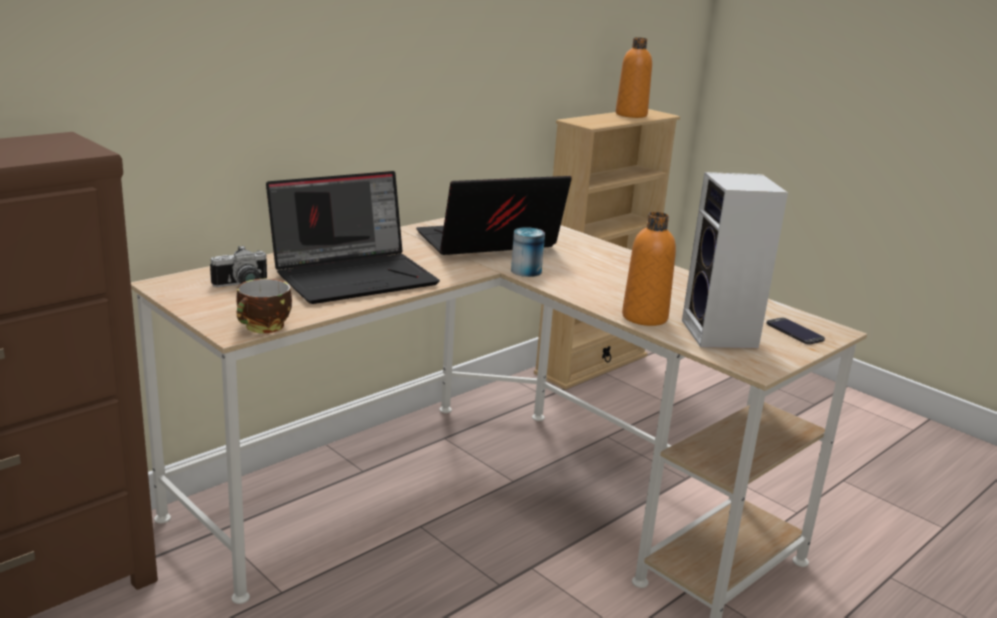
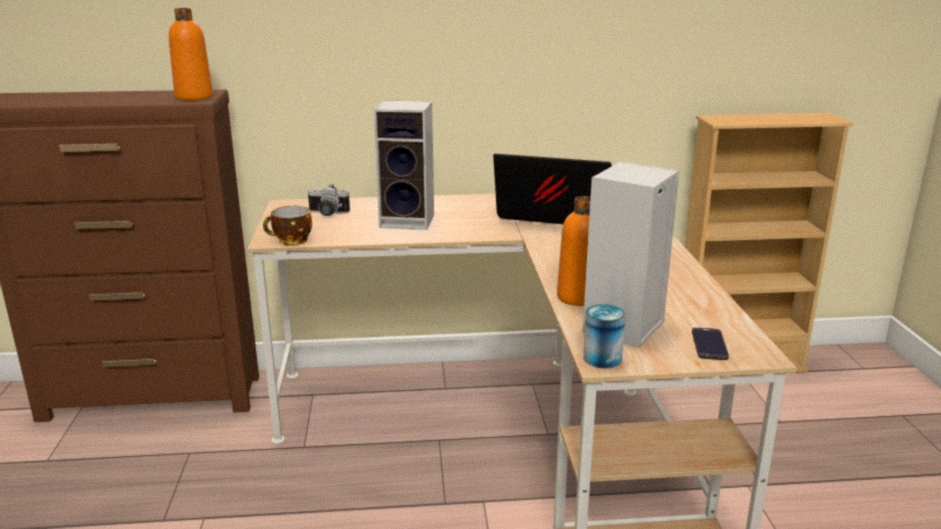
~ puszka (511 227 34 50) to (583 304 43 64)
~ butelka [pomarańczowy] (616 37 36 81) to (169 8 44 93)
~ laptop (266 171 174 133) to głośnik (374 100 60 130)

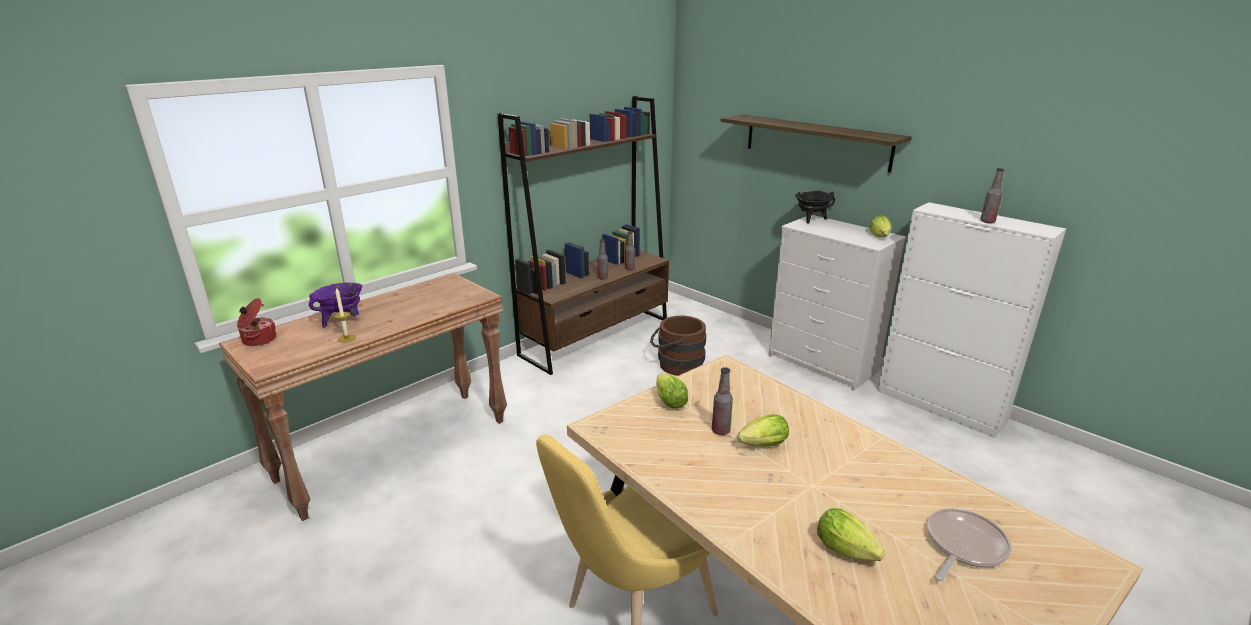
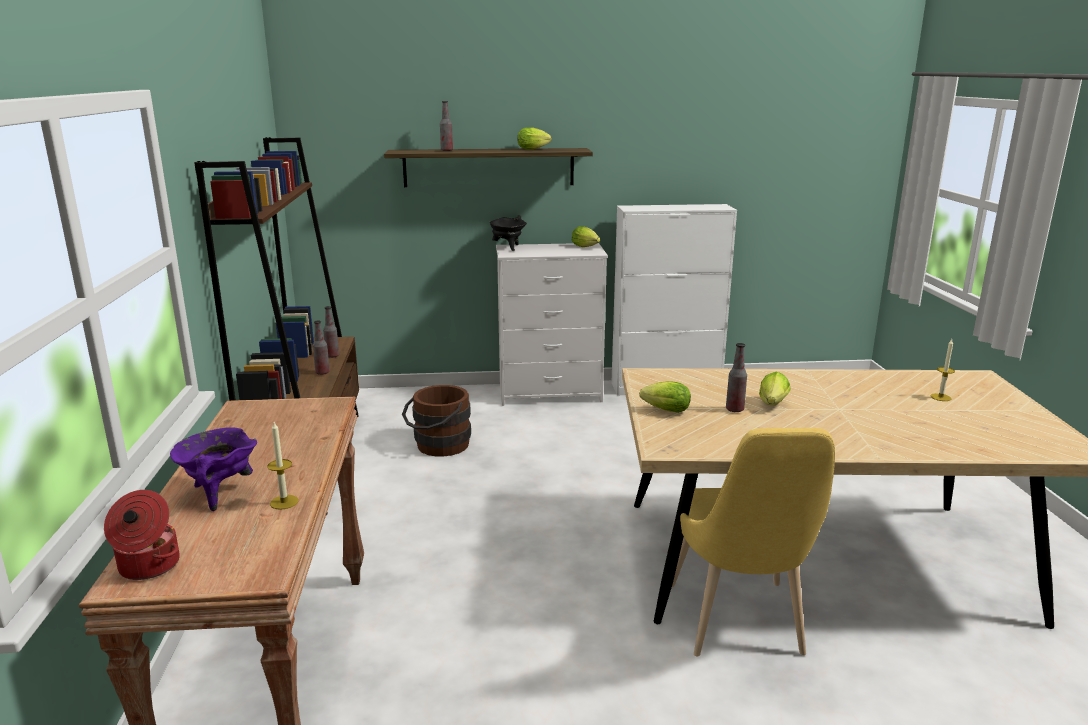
~ sałata (817 509 68 52) to (517 127 35 22)
~ butelka (980 168 24 55) to (440 101 13 50)
~ patelnia (927 508 84 73) to świeca (930 339 25 62)

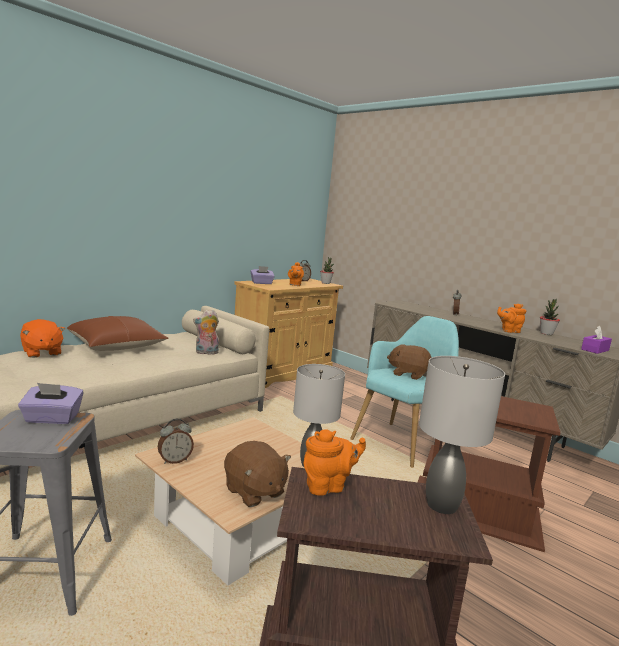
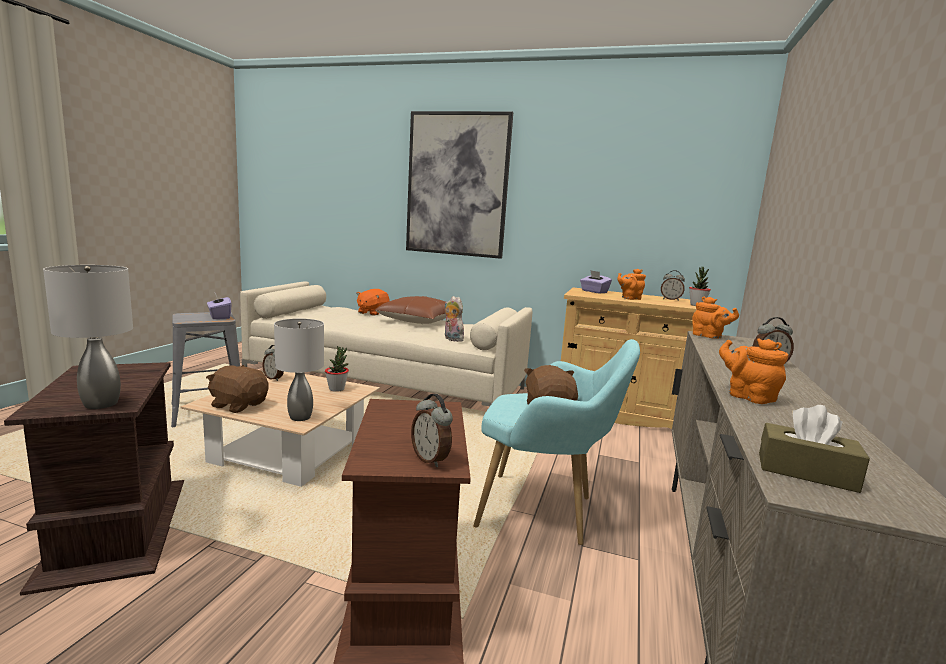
+ obraz (406 111 107 148)
+ budzik (411 394 42 73)
~ imbryk [pomarańczowy] (304 429 62 67) to (692 297 47 42)
~ roślina doniczkowa (540 299 20 36) to (325 346 24 46)
~ pudełko chusteczek [fioletowy] (581 326 31 28) to pudełko chusteczek [brązowy] (759 405 111 88)
~ pluszak [brązowy] (224 441 67 66) = (206 365 63 48) 90 degrees clockwise

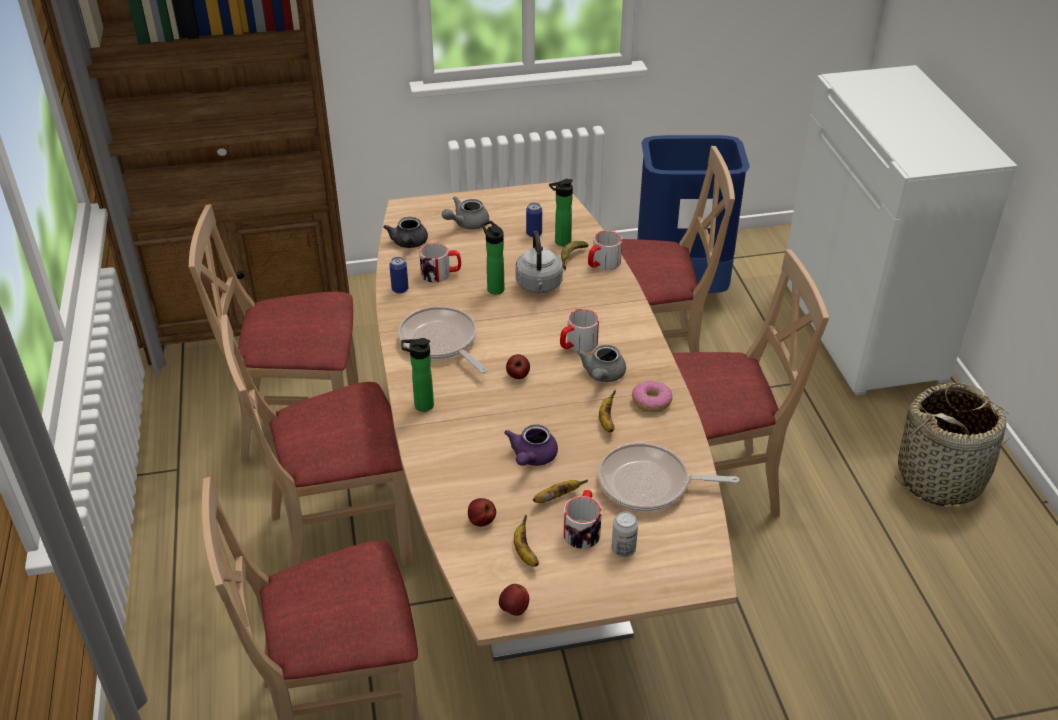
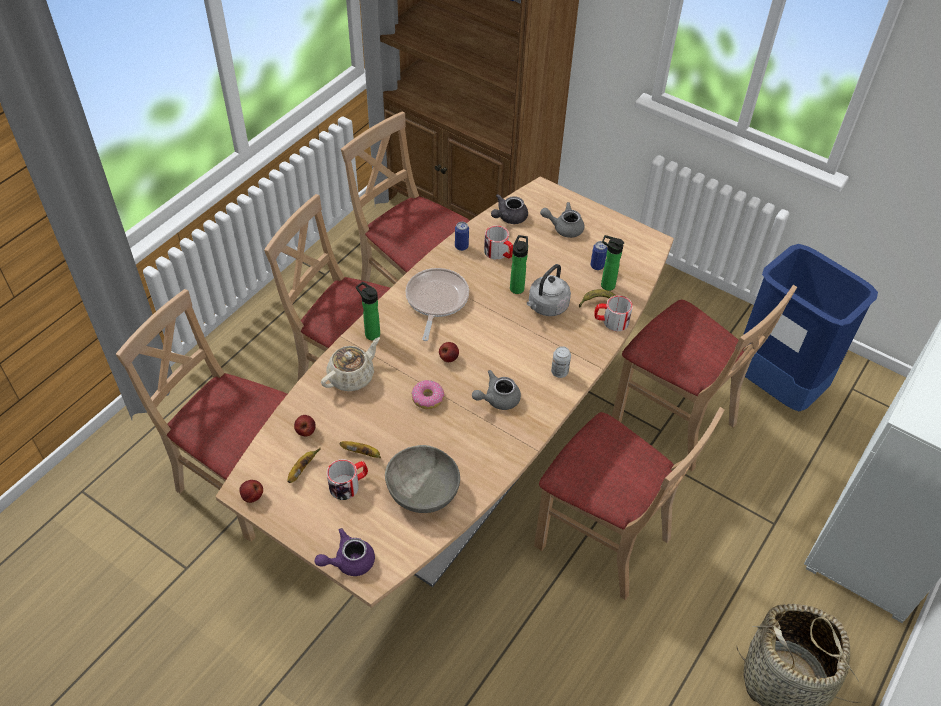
- kubek (560 309 39 43)
- banan (599 390 17 42)
+ imbryk [beżowy] (321 337 59 54)
~ imbryk [fioletowy] (504 424 54 42) to (315 528 60 48)
~ puszka (612 511 26 46) to (551 346 20 32)
~ donut (632 381 41 31) to (411 380 33 29)
~ patelnia (598 443 141 68) to miska [szary] (385 445 75 68)

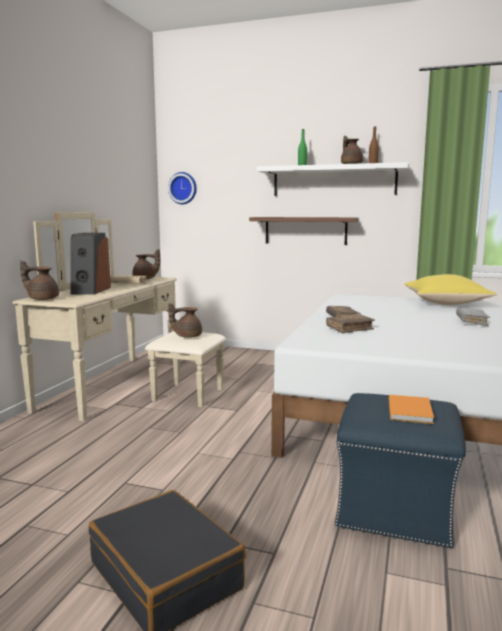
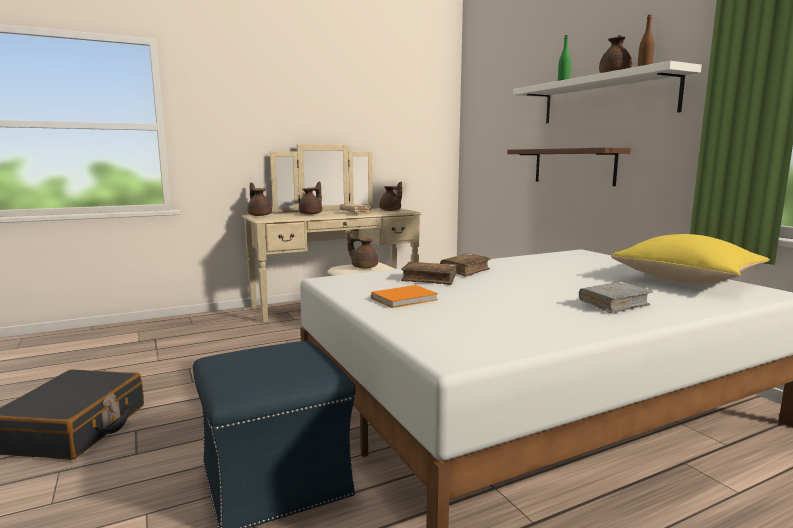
- zegar ścienny (168 172 29 32)
~ książka [pomarańczowy] (389 395 45 29) to (371 285 67 23)
~ głośnik (70 233 41 62) to imbryk [brązowy] (299 182 23 32)

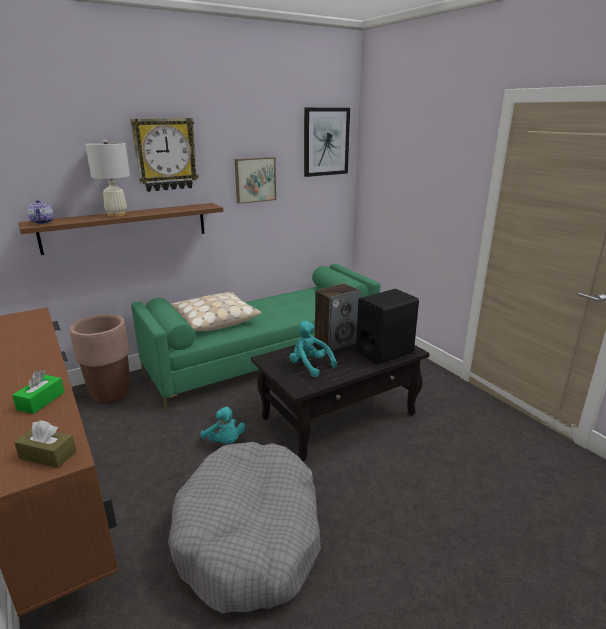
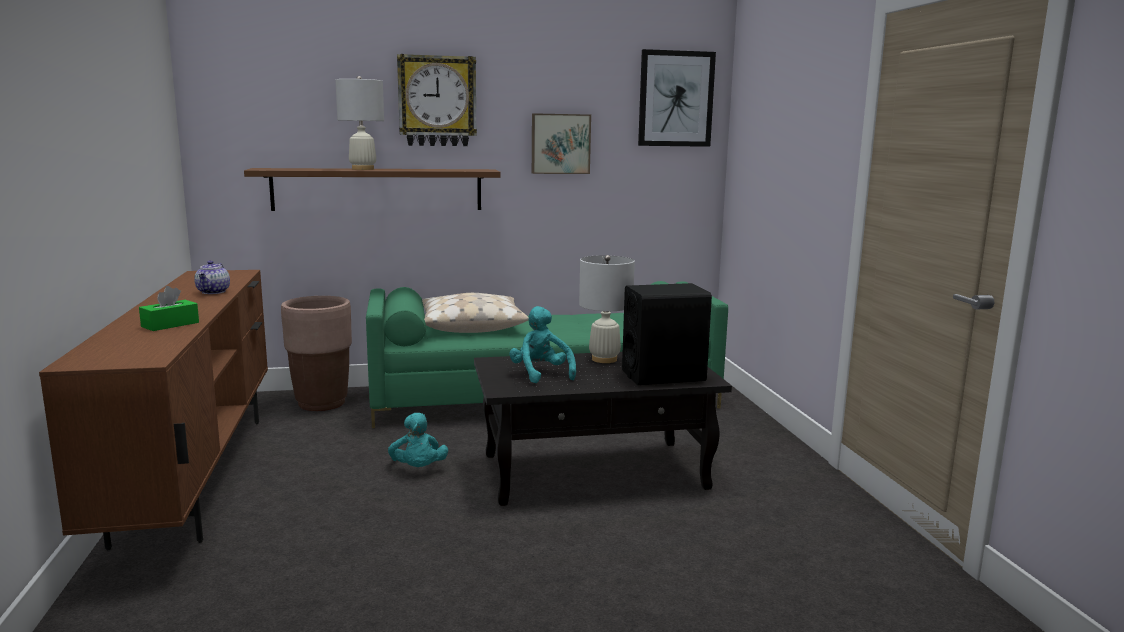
- pudełko chusteczek [brązowy] (14 420 62 48)
- legowisko [szary] (168 442 153 171)
~ imbryk (27 200 27 24) to (194 261 36 33)
~ głośnik (315 284 46 67) to lampa stołowa [biały] (579 255 56 108)

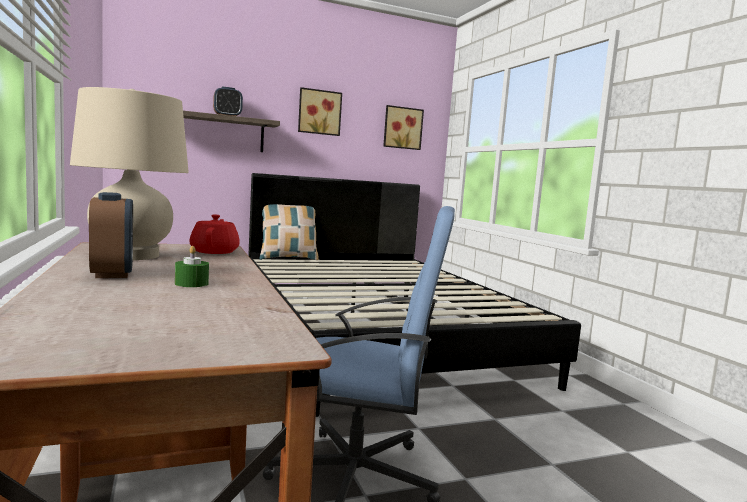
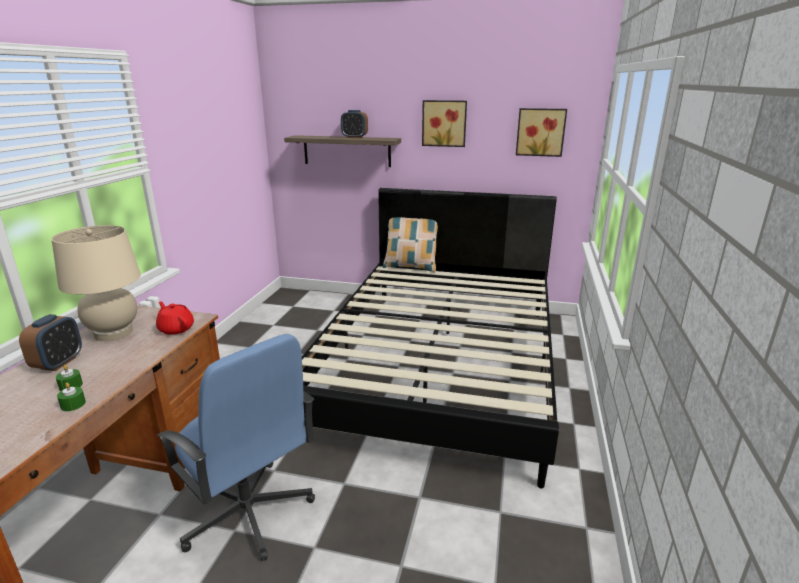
+ świeca [zielony] (57 383 29 28)
~ imbryk [czerwony] (190 215 50 39) = (156 301 38 34) 75 degrees counterclockwise

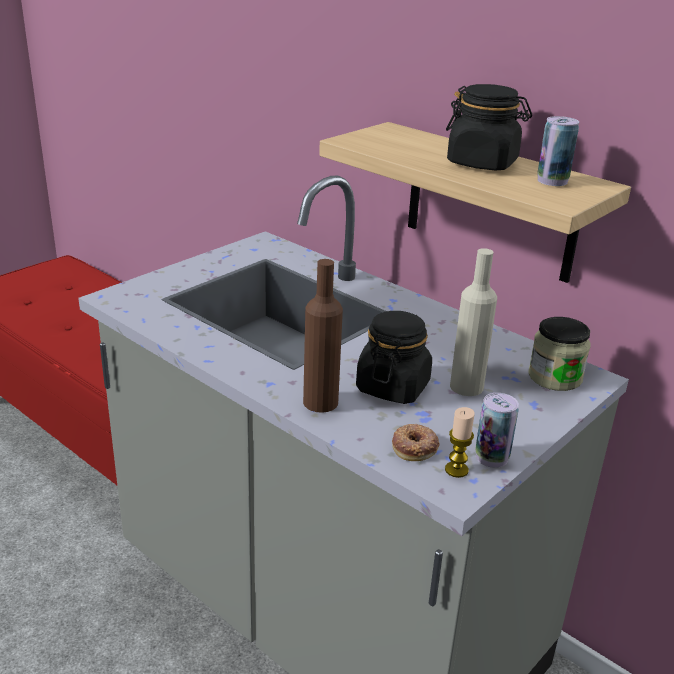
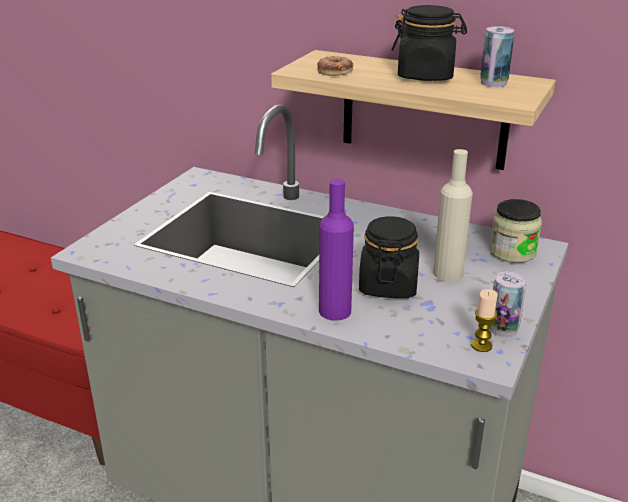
~ donut (392 424 48 37) to (317 56 36 20)
~ butelka [brązowy] (303 259 40 154) to butelka [fioletowy] (319 179 35 142)

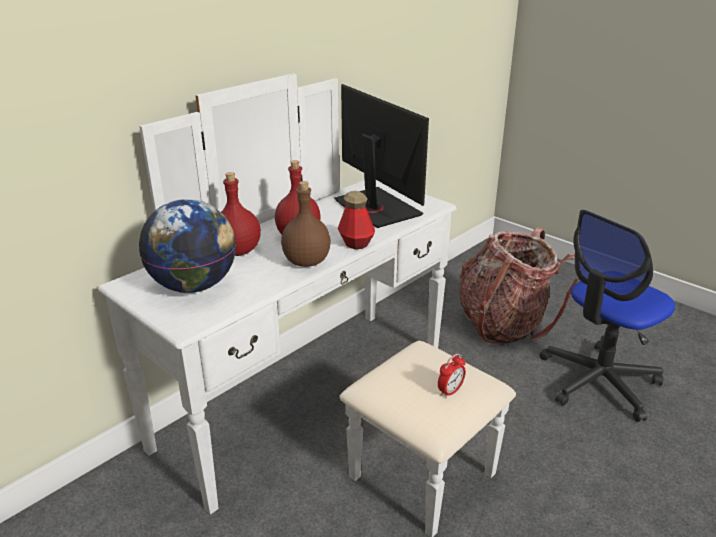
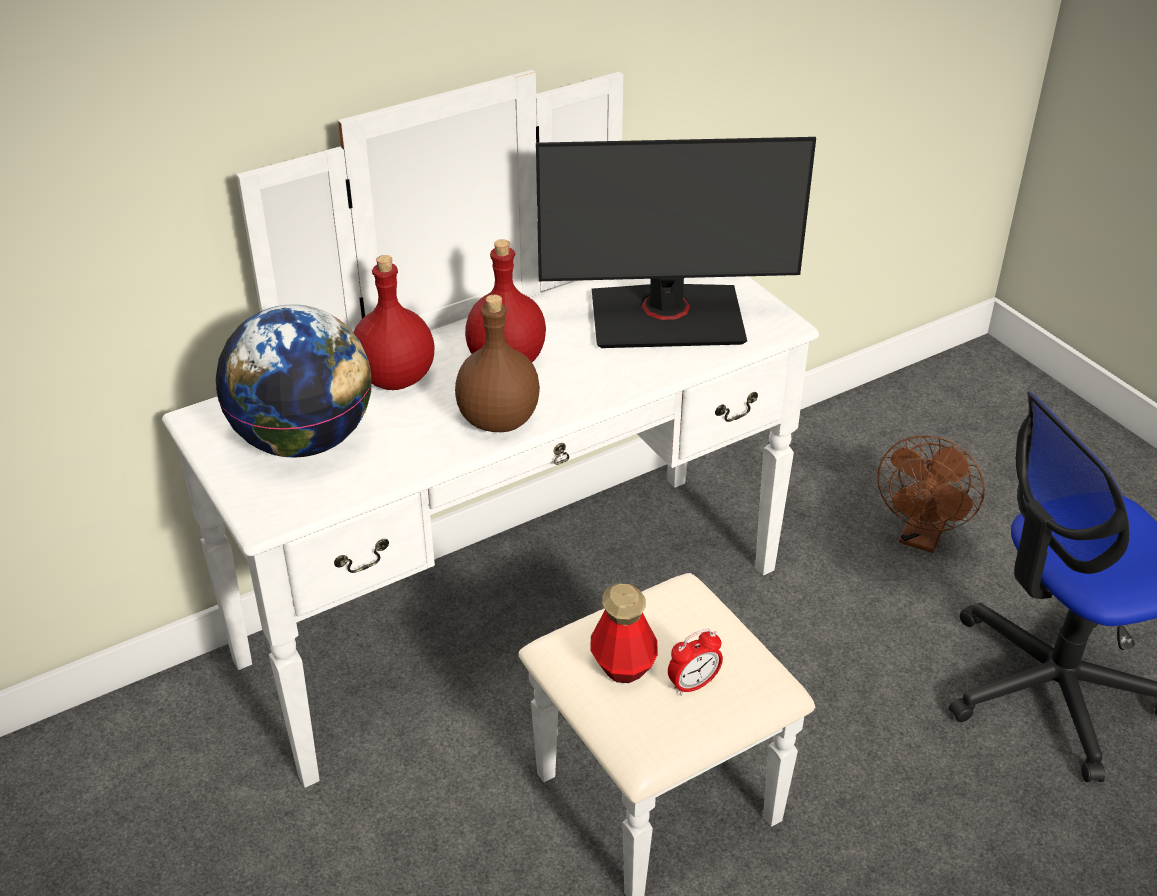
~ butelka (338 191 37 58) to (590 583 68 100)
~ plecak (459 227 119 119) to wentylator [brązowy] (877 435 108 118)
~ monitor (334 84 95 144) = (536 137 280 211) 105 degrees clockwise

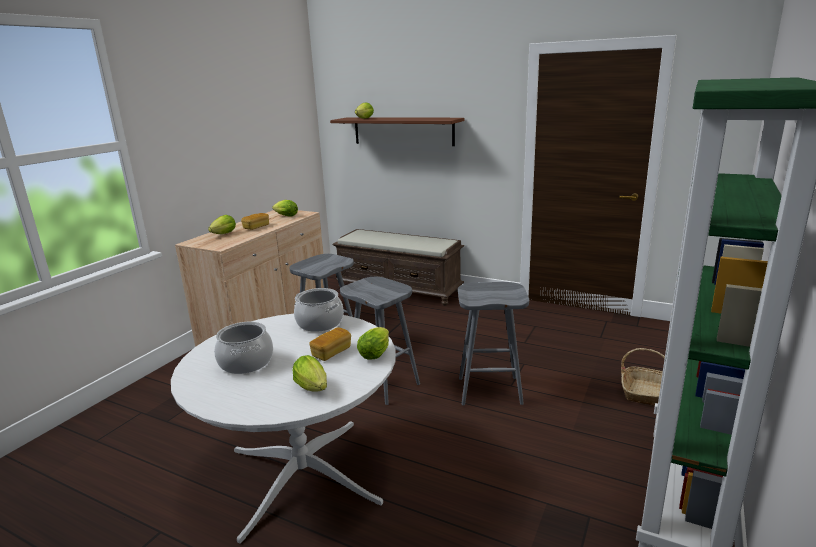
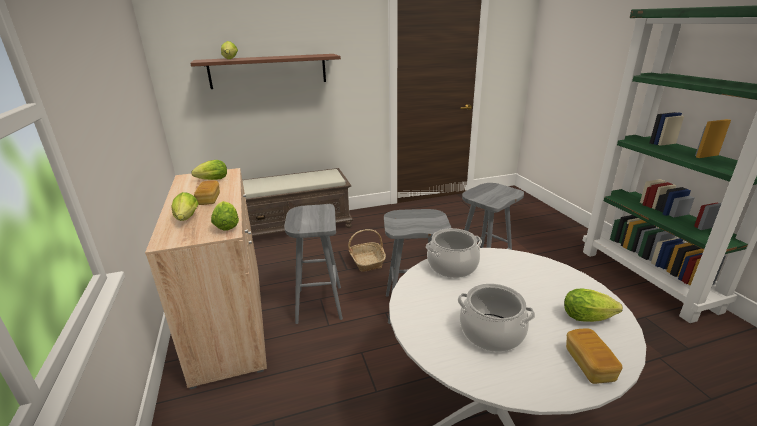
~ chleb (309 327 42 34) to (566 328 57 56)
~ sałata (357 327 32 32) to (211 201 28 29)
~ koszyk (621 348 44 58) to (348 229 38 43)

